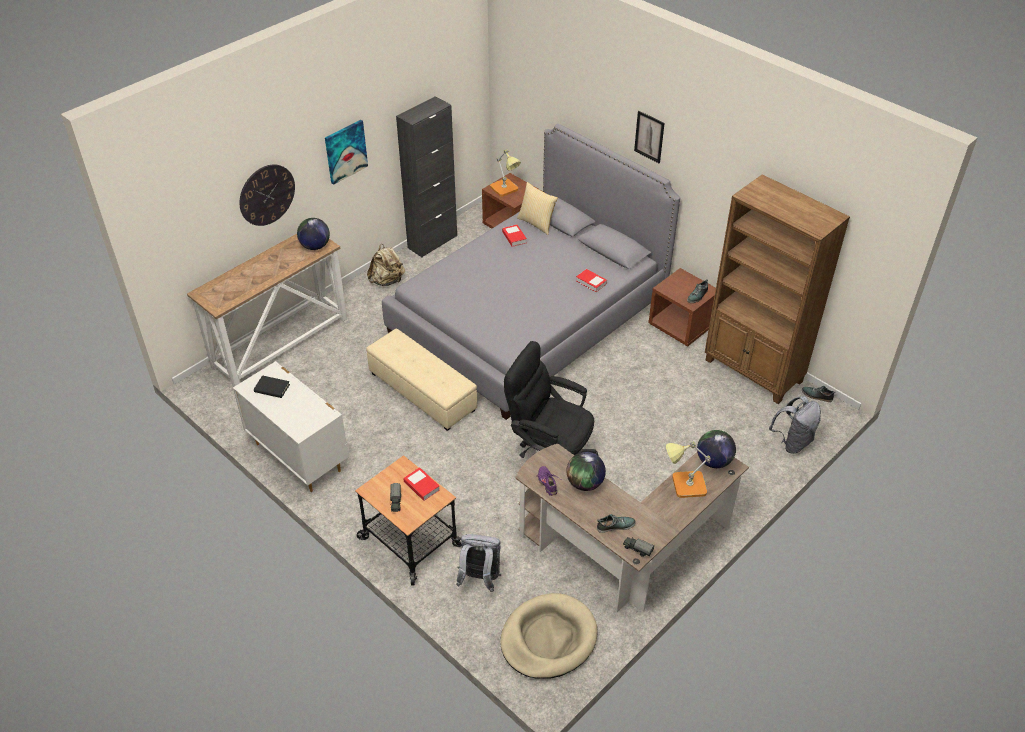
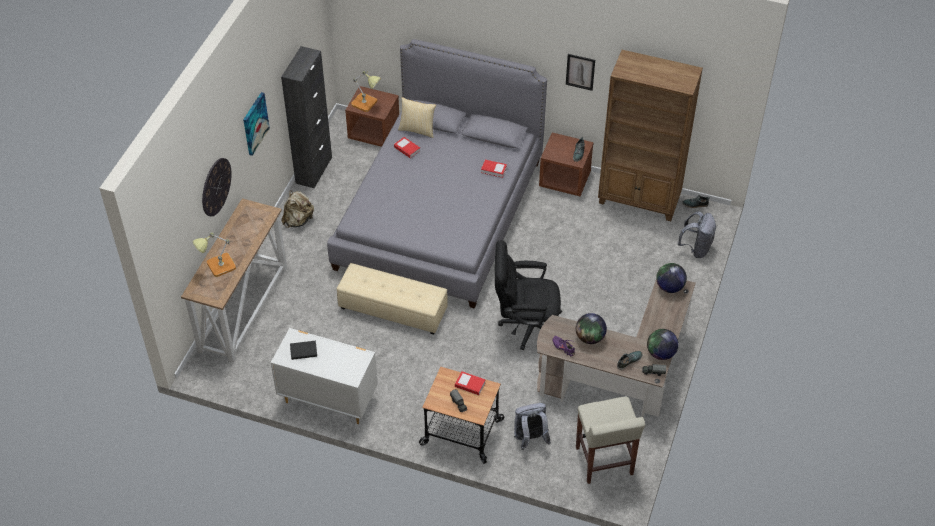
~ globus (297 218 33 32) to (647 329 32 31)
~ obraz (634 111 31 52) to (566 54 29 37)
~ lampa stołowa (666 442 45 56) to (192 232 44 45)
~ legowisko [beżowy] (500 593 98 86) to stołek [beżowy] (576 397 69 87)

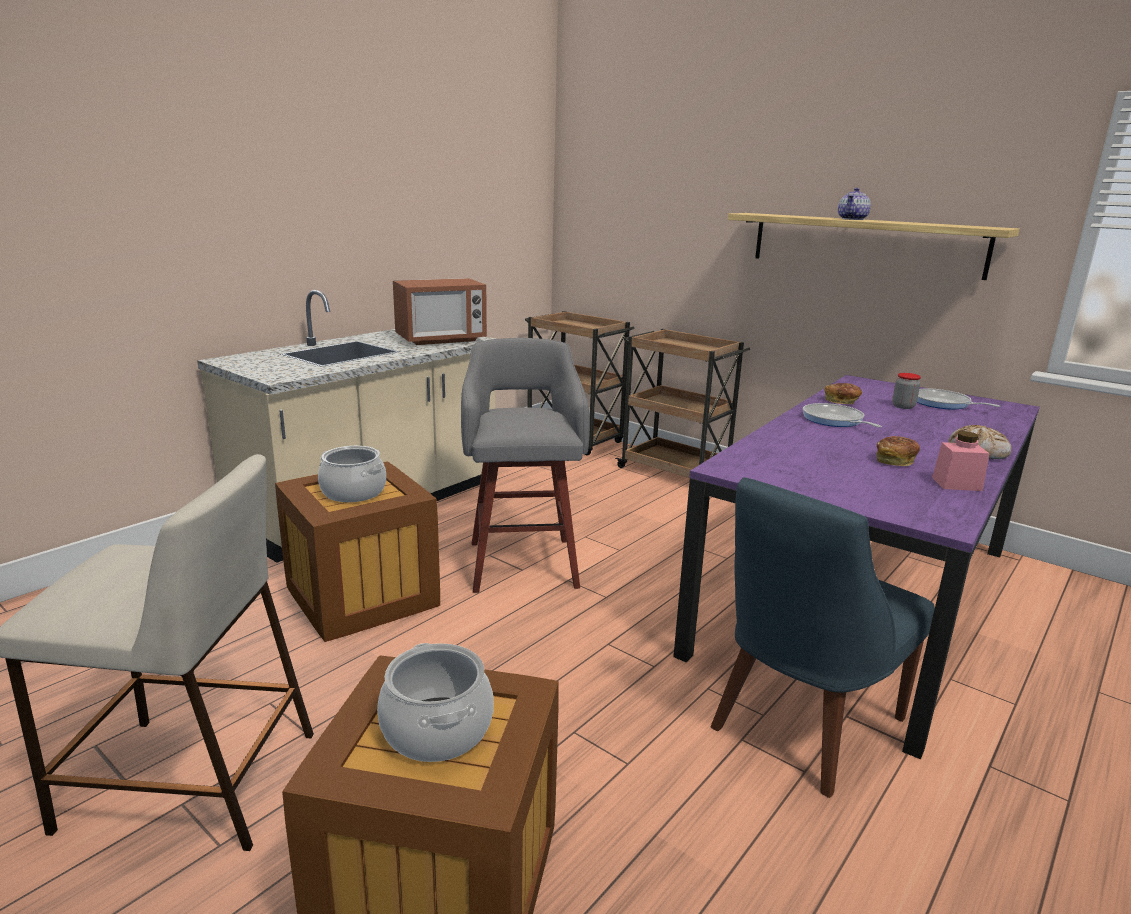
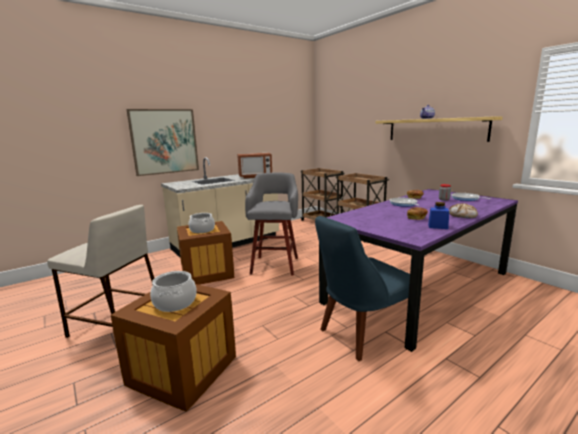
+ obraz (126 109 73 67)
~ słoik [różowy] (932 431 58 60) to słoik [niebieski] (428 202 21 27)

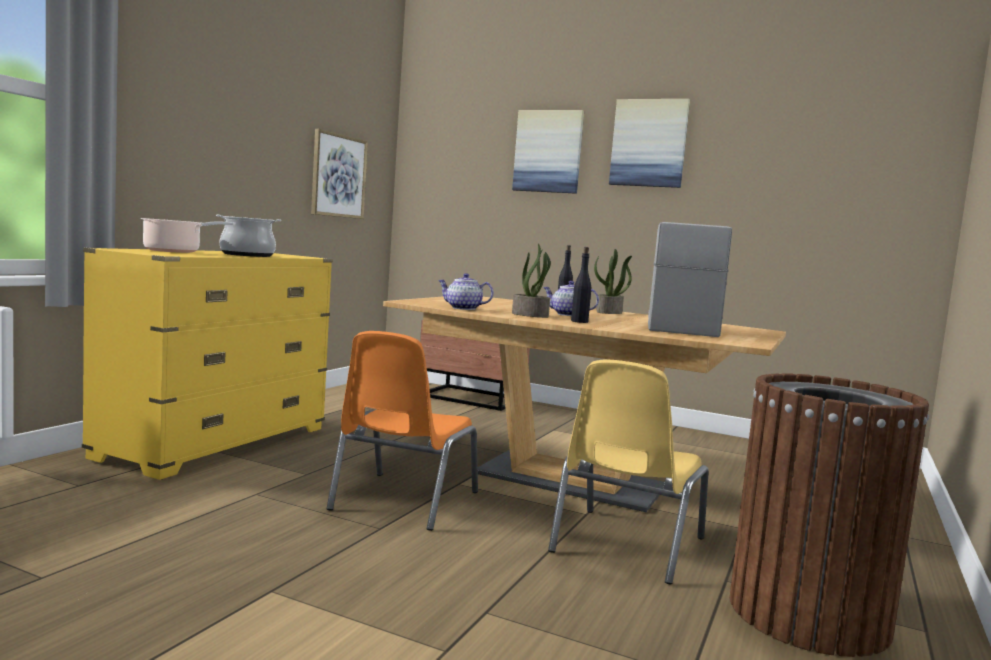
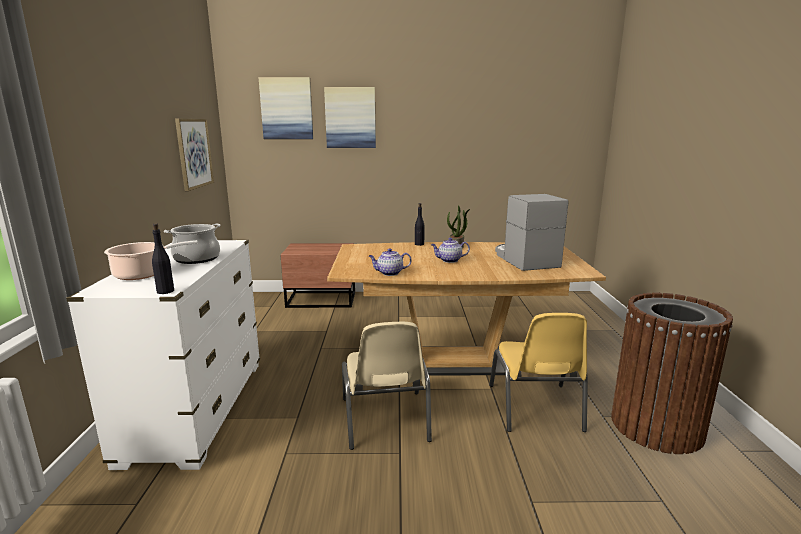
- roślina doniczkowa (512 243 39 75)
~ butelka [czarny] (571 247 20 76) to (152 223 22 71)
~ obraz (609 99 81 89) to (258 77 55 62)
~ komoda [żółty] (82 247 251 233) to komoda [biały] (66 240 194 230)
~ krzesło [pomarańczowy] (326 331 152 200) to krzesło [beżowy] (342 322 90 128)

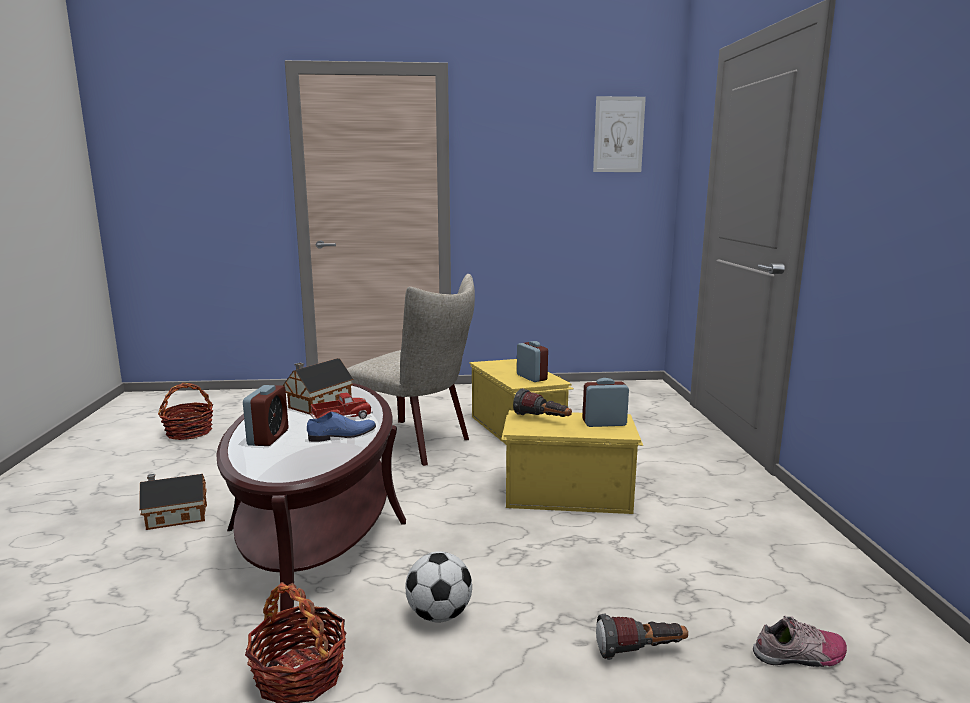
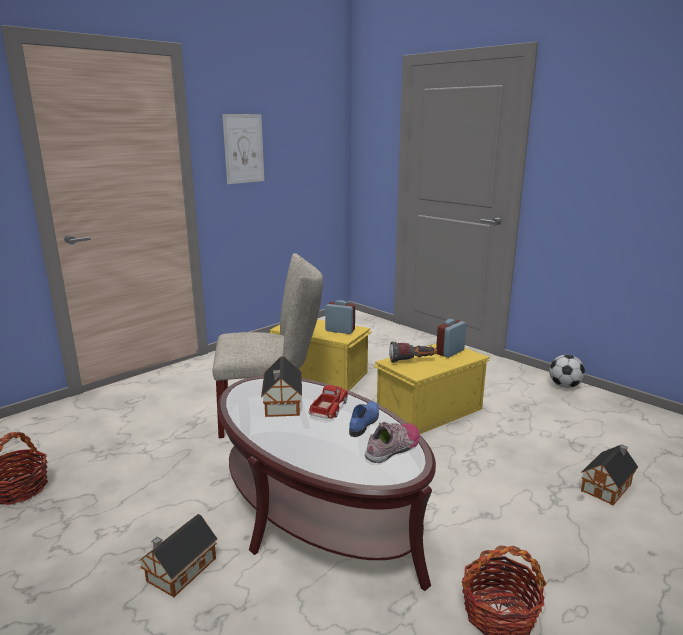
- budzik (243 385 45 61)
~ piłka futbolowa (405 551 67 71) to (549 355 36 33)
~ obraz (593 96 53 76) to (222 114 42 70)
~ but (753 616 94 51) to (365 421 55 42)
~ latarka (596 614 92 46) to domek (581 445 57 61)

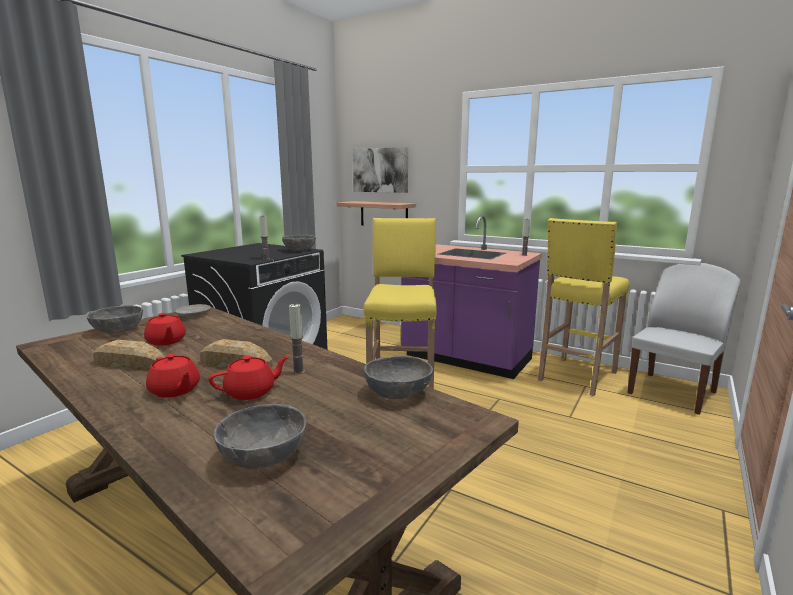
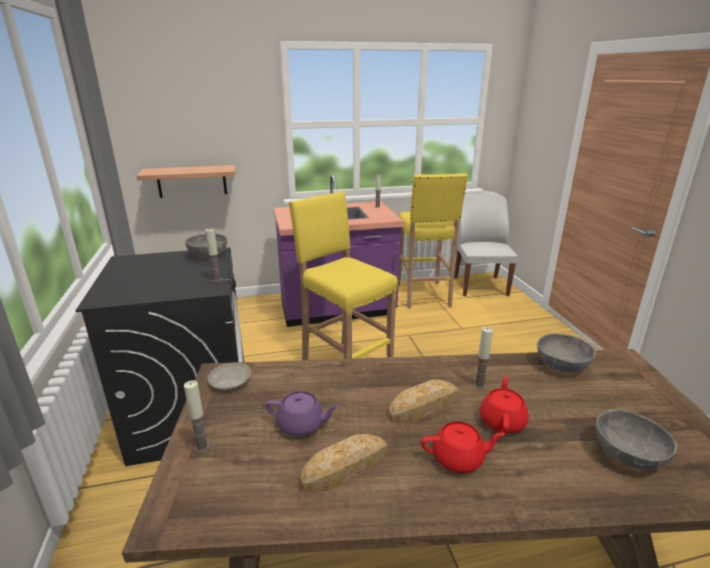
- obraz (352 147 56 46)
~ miska [szary] (87 305 56 28) to świeca (184 380 25 73)
~ imbryk [czerwony] (144 313 42 33) to imbryk [fioletowy] (265 391 74 45)

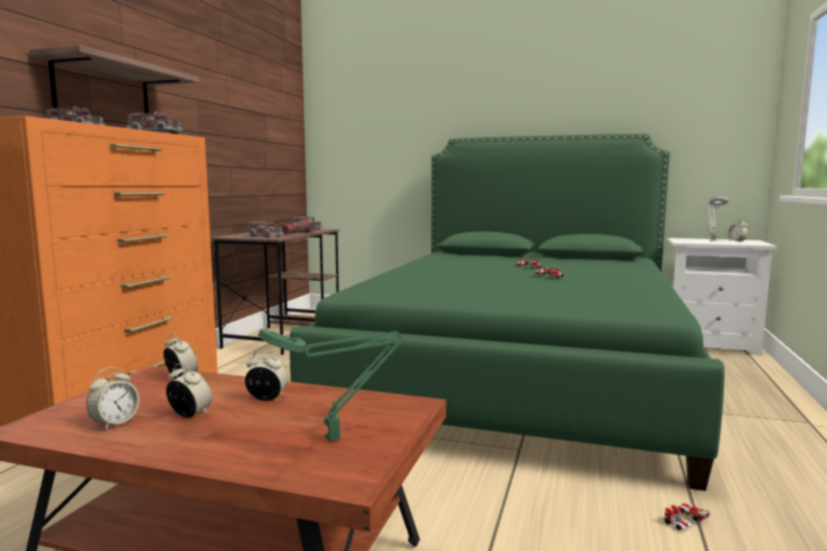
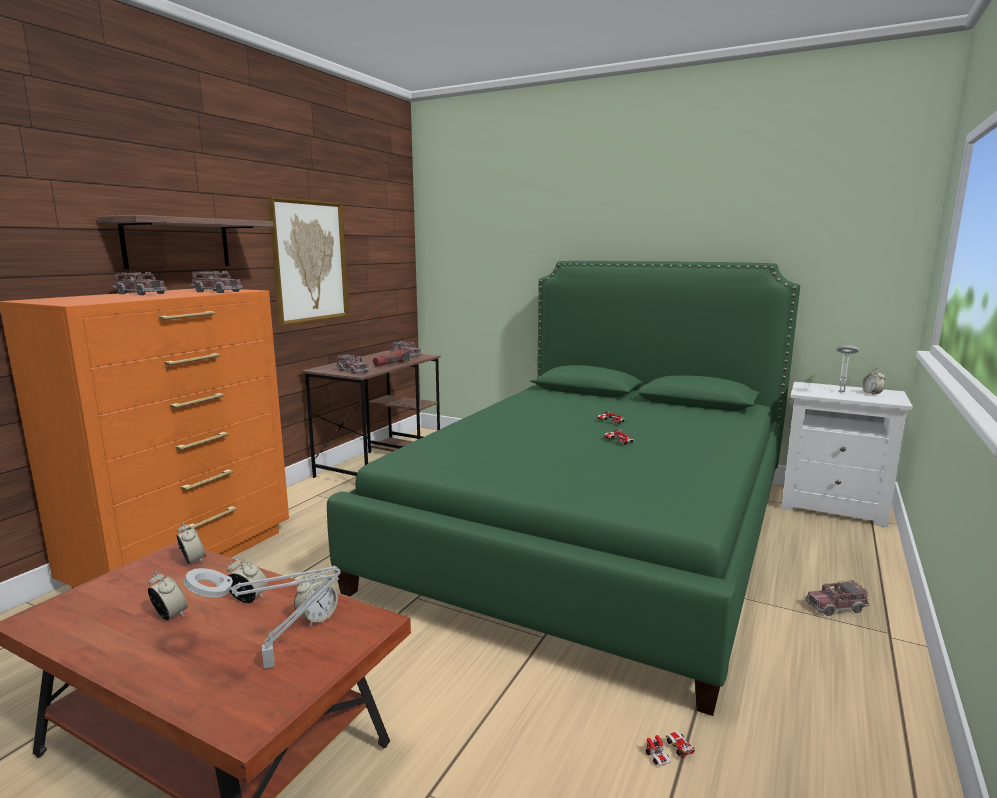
+ obraz (268 197 81 129)
+ ciężarówka zabawkowa (805 580 65 36)
~ budzik (86 367 54 63) to (294 569 44 58)
~ lampa stołowa [zielony] (258 329 144 112) to lampa stołowa [szary] (184 565 157 104)

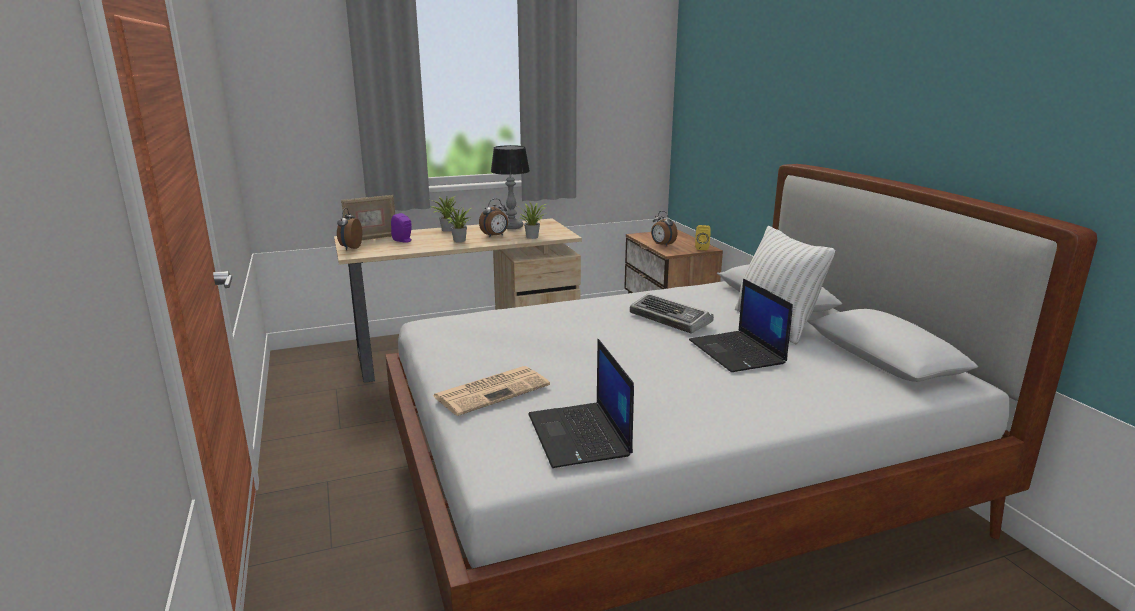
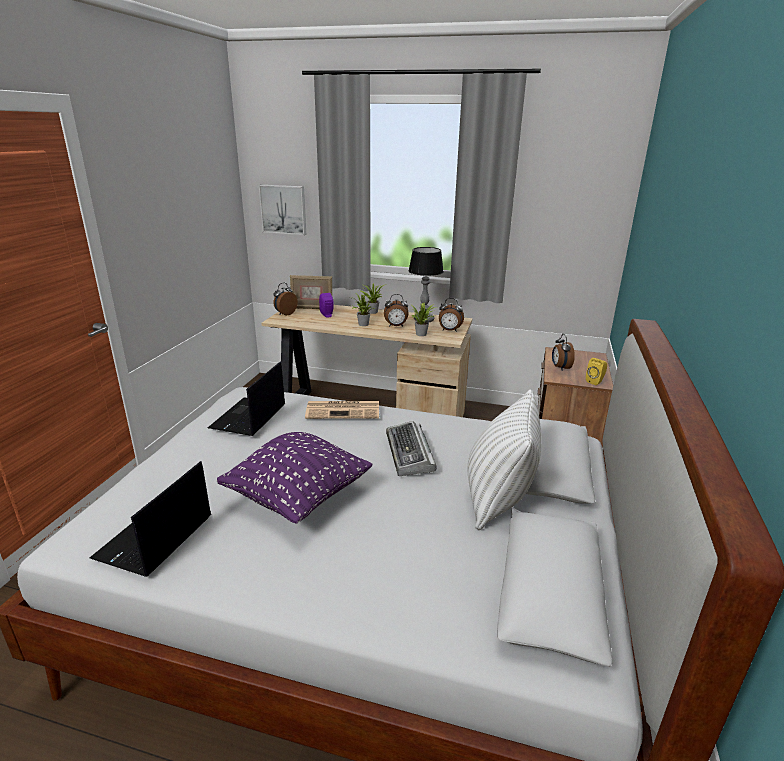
+ poduszka [fioletowy] (217 432 156 92)
+ obraz (259 185 47 50)
+ budzik (439 298 25 34)
~ gazeta (433 366 117 50) to (305 401 74 18)
~ laptop (689 278 104 94) to (208 362 77 74)

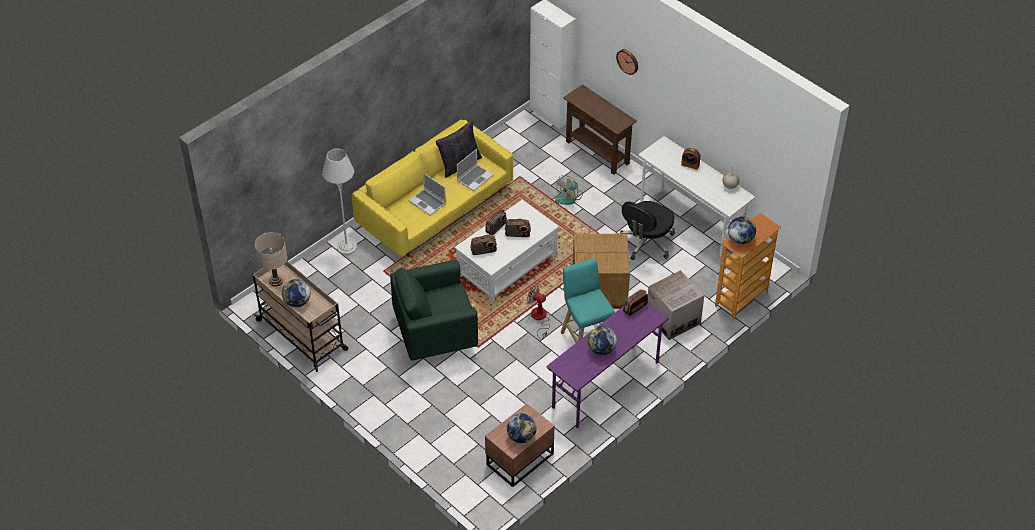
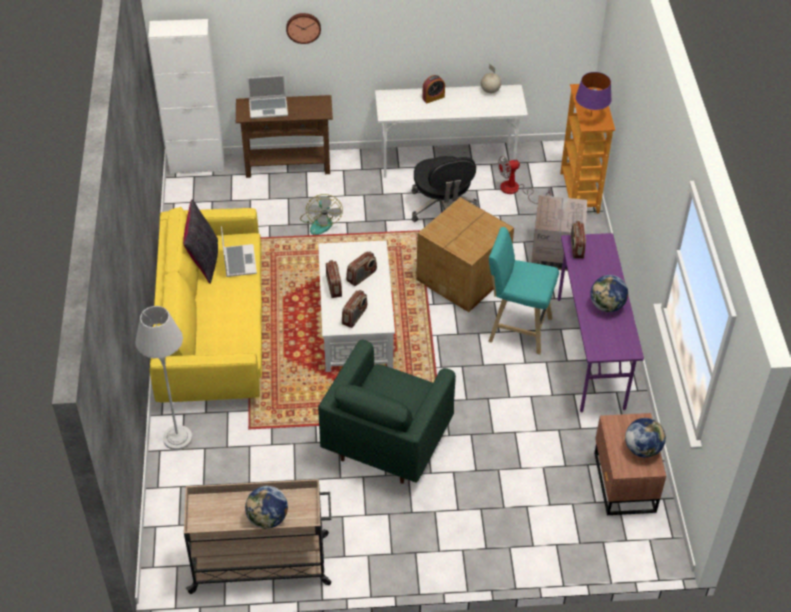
- lampa stołowa [beżowy] (255 232 32 55)
~ laptop (409 173 37 43) to (247 75 41 44)
~ wentylator (527 286 23 54) to (498 156 53 48)
~ globus (728 216 28 28) to lampa stołowa [fioletowy] (576 72 36 43)

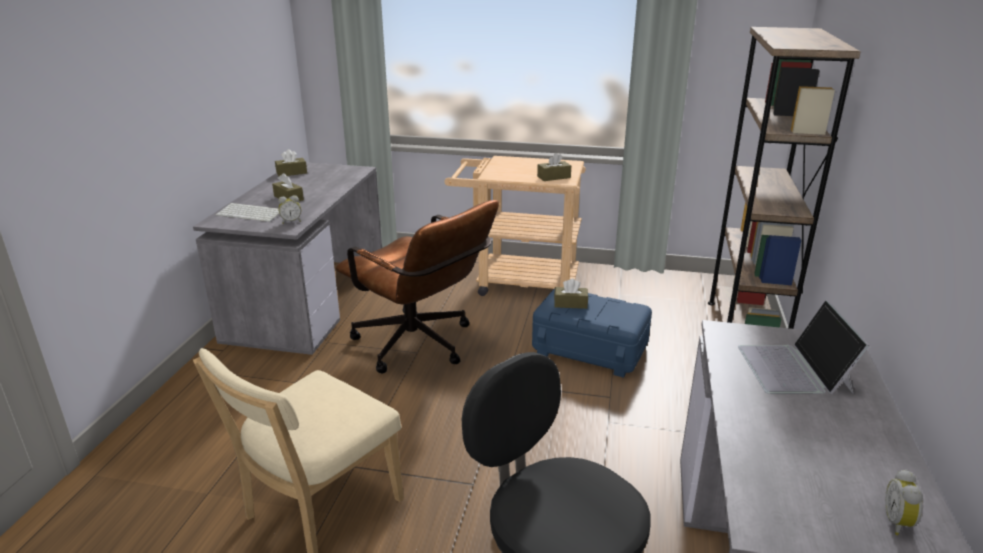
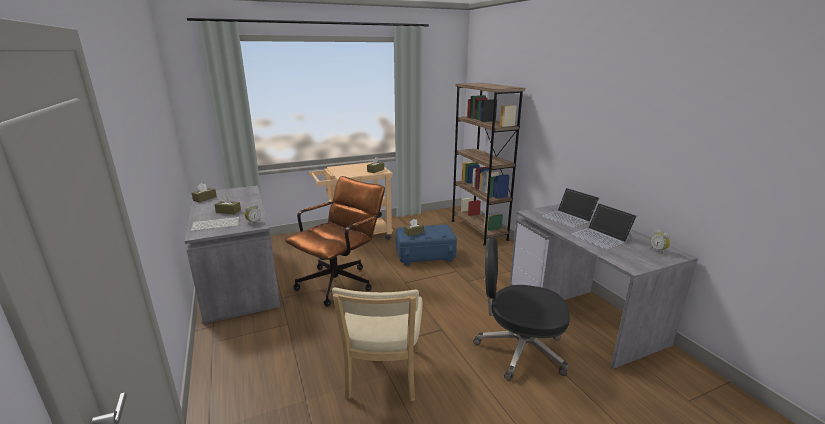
+ laptop (571 203 66 47)
~ krzesło biurowe [brązowy] (336 200 163 173) = (285 176 100 131) 60 degrees counterclockwise

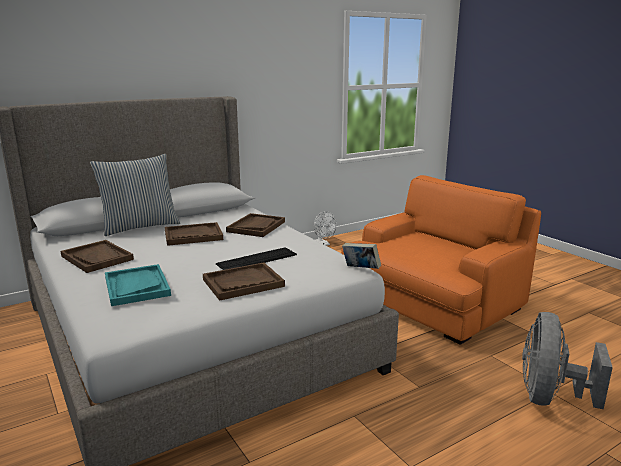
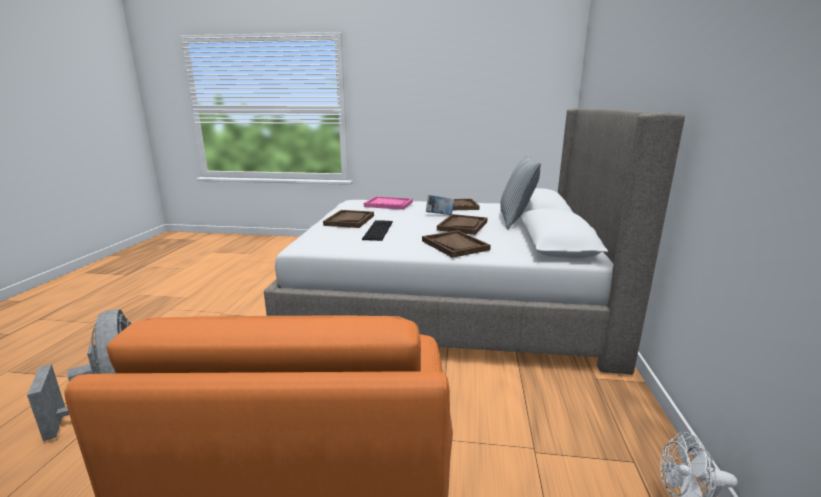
~ książka (342 243 39 26) to (426 195 28 20)
~ taca [turkusowy] (105 264 66 42) to taca [różowy] (364 196 49 14)

